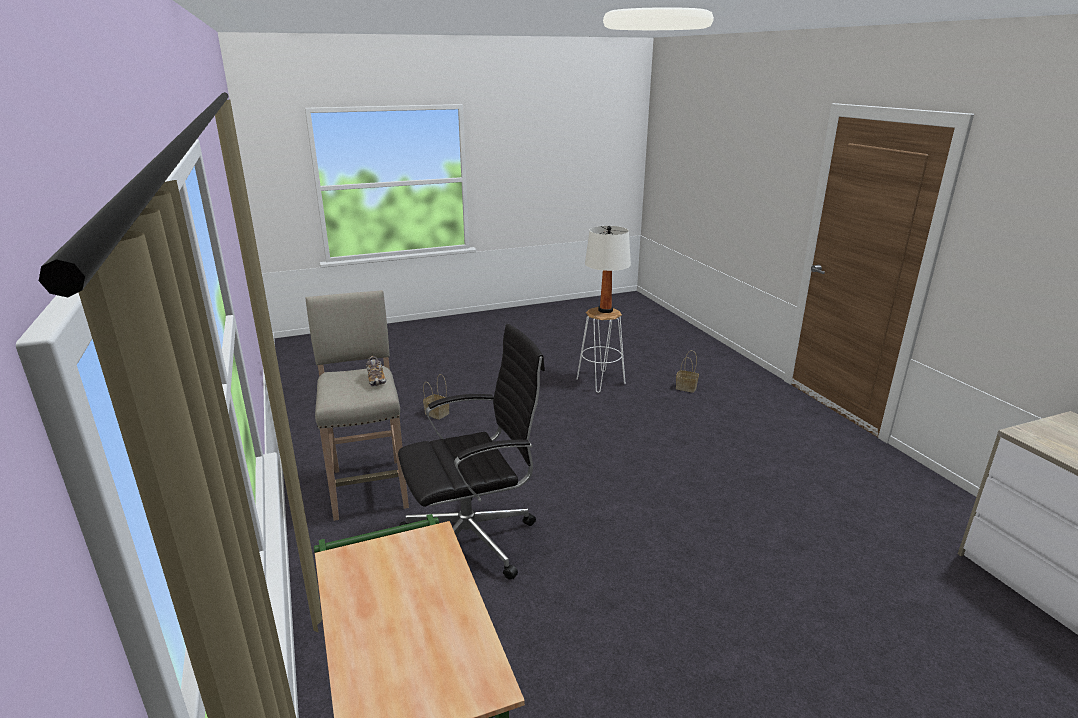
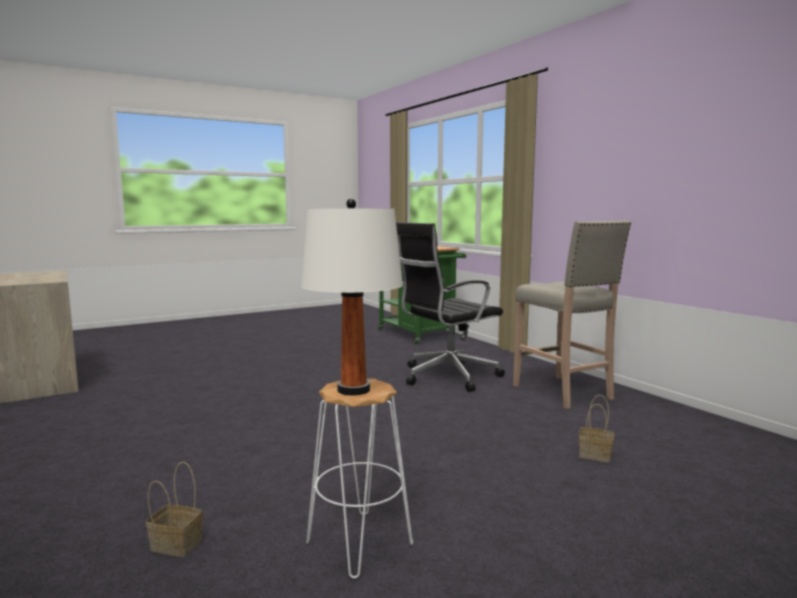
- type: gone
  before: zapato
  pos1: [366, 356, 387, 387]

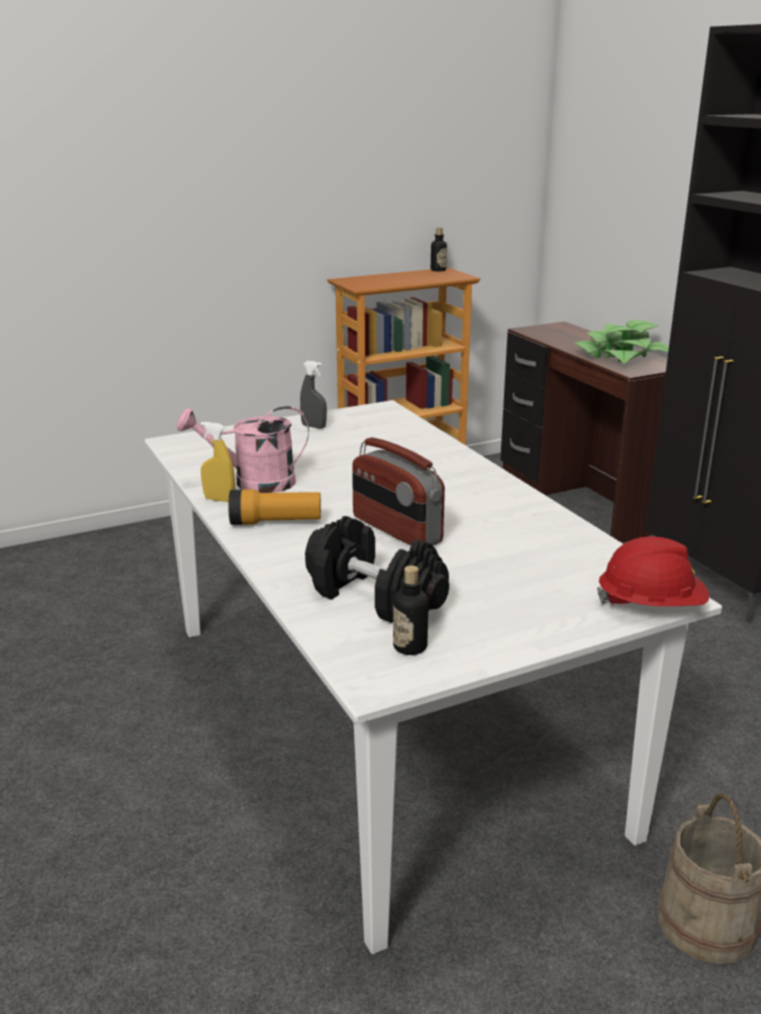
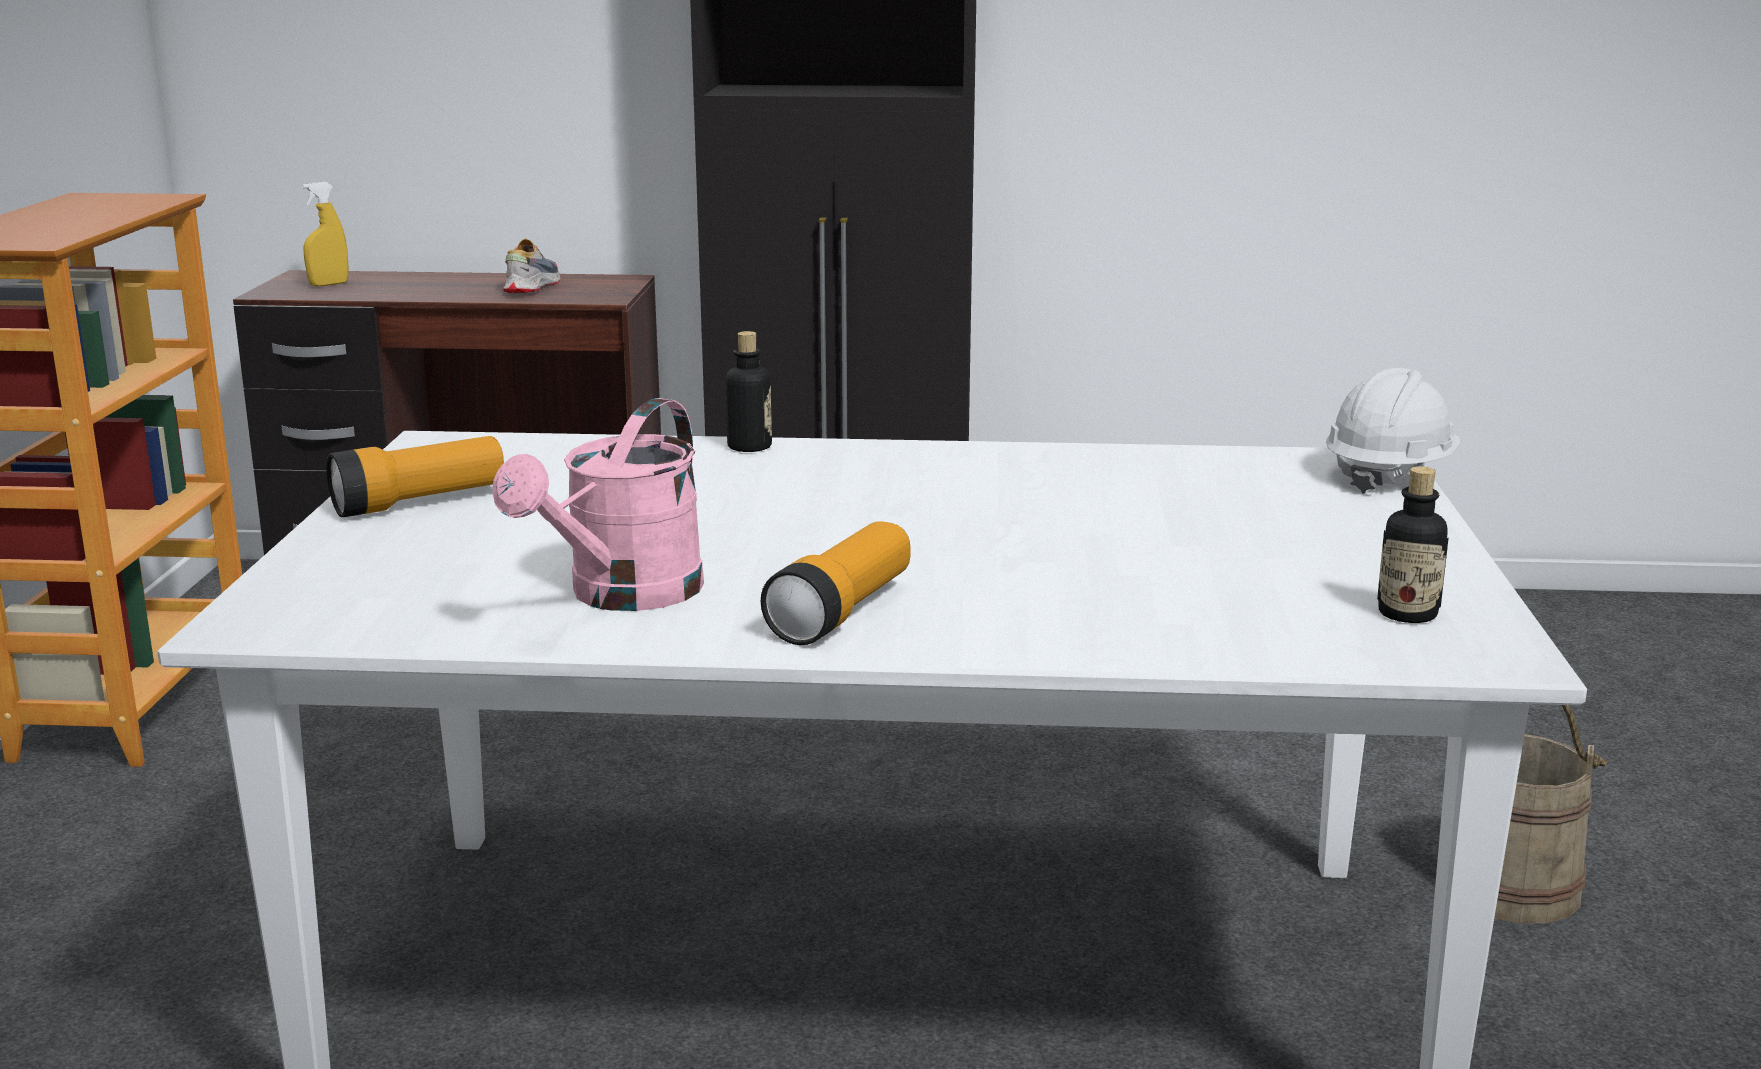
- type: shifted
  before: botella
  pos1: [431, 228, 447, 271]
  pos2: [725, 331, 772, 452]
- type: swapped
  before: planta en maceta
  after: zapato
  pos1: [575, 320, 669, 364]
  pos2: [503, 239, 560, 293]
- type: swapped
  before: pulverizador (gris)
  after: linterna
  pos1: [300, 361, 327, 429]
  pos2: [326, 436, 504, 517]
- type: shifted
  before: pulverizador (amarillo)
  pos1: [201, 422, 235, 502]
  pos2: [302, 182, 349, 286]
- type: gone
  before: radio
  pos1: [352, 437, 445, 546]
- type: gone
  before: mancuerna (negro)
  pos1: [305, 516, 449, 623]
- type: repainted
  before: casco (rojo)
  after: casco (blanco)
  pos1: [597, 537, 709, 606]
  pos2: [1326, 368, 1460, 494]

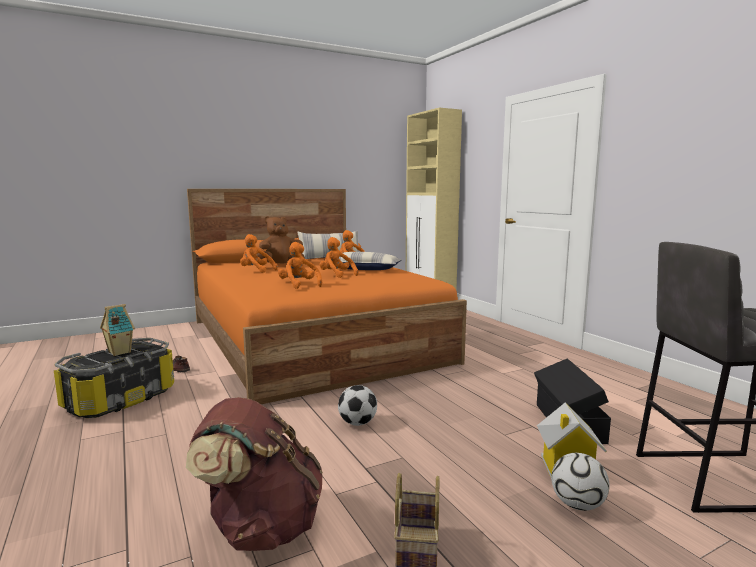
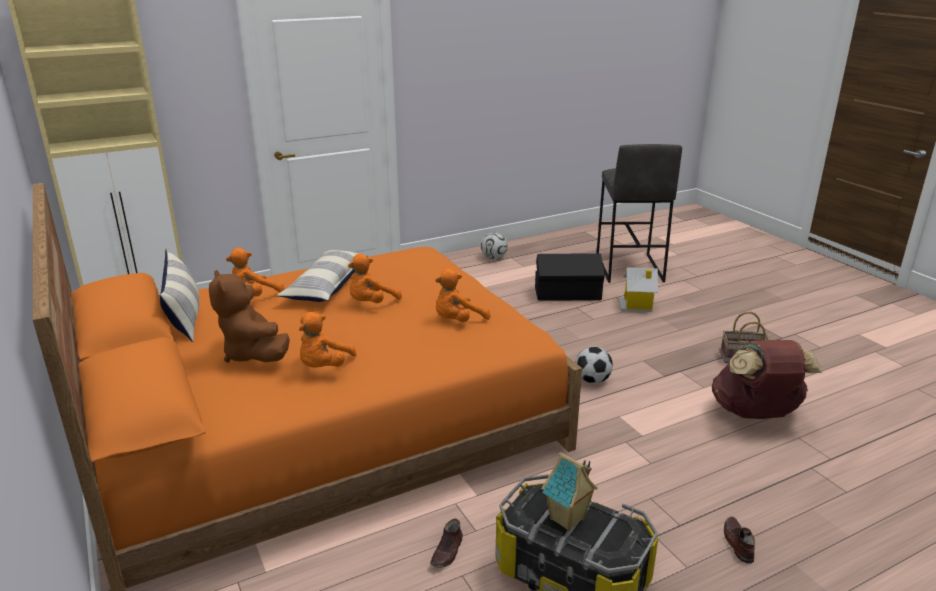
- type: shifted
  before: balón de fútbol
  pos1: [551, 453, 609, 511]
  pos2: [481, 232, 508, 259]
- type: new
  after: zapato (marrón)
  pos2: [724, 517, 755, 564]

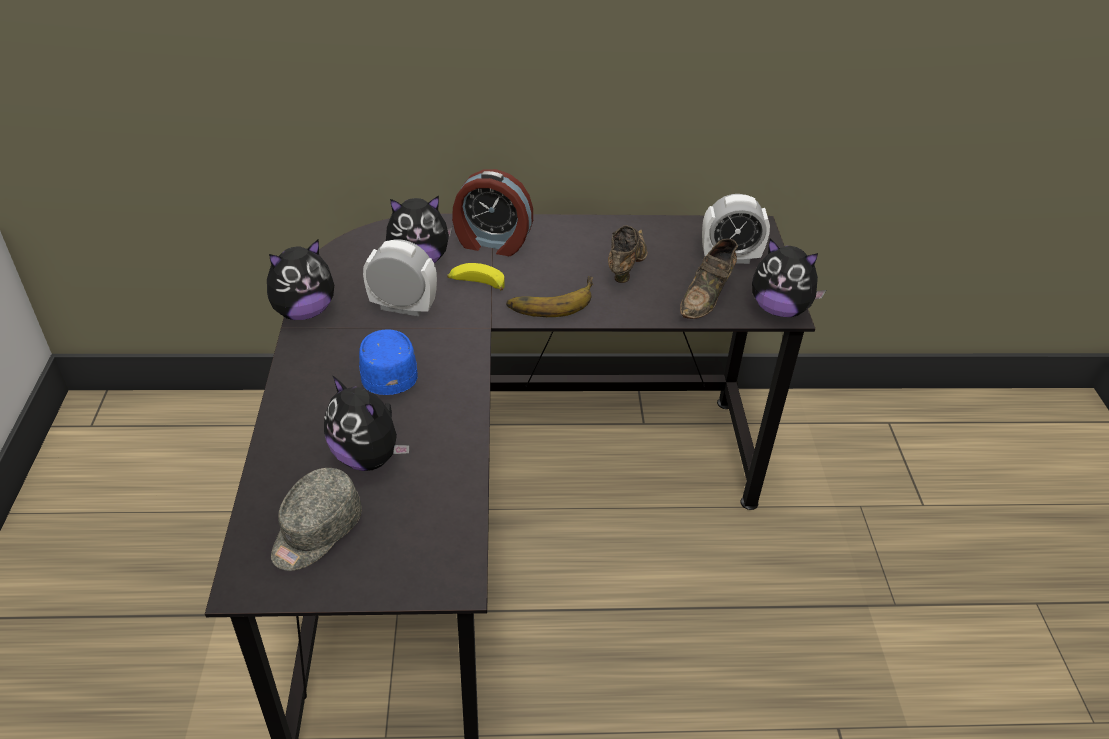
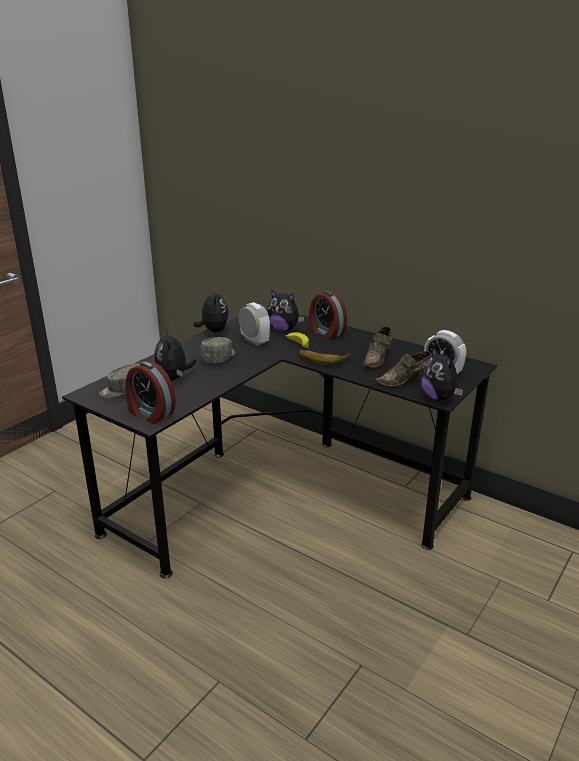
- type: rotated
  before: zapato (marrón)
  pos1: [608, 225, 648, 283]
  pos2: [364, 326, 392, 368]
  turn: 150
- type: rotated
  before: peluche
  pos1: [267, 239, 334, 320]
  pos2: [194, 289, 229, 332]
  turn: -105
- type: repainted
  before: gorra (azul)
  after: gorra (gris)
  pos1: [359, 329, 418, 395]
  pos2: [200, 337, 235, 363]
- type: new
  after: despertador
  pos2: [125, 361, 176, 424]

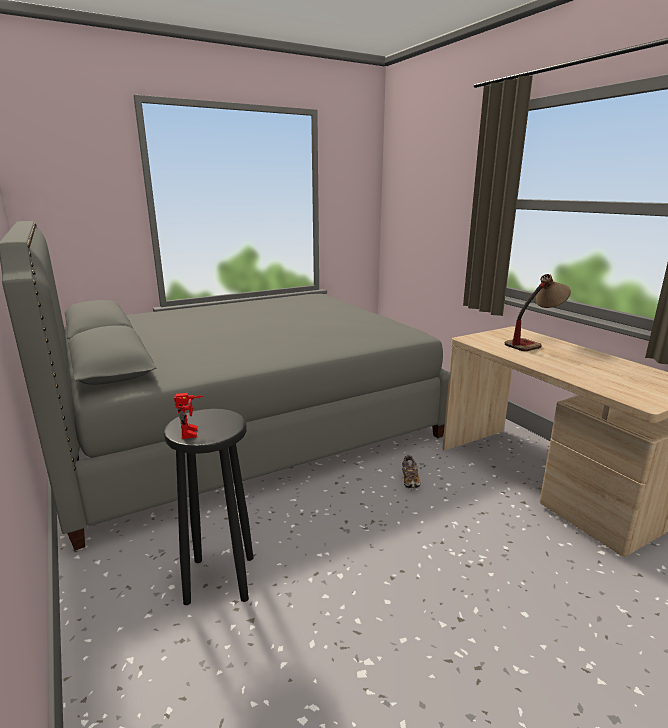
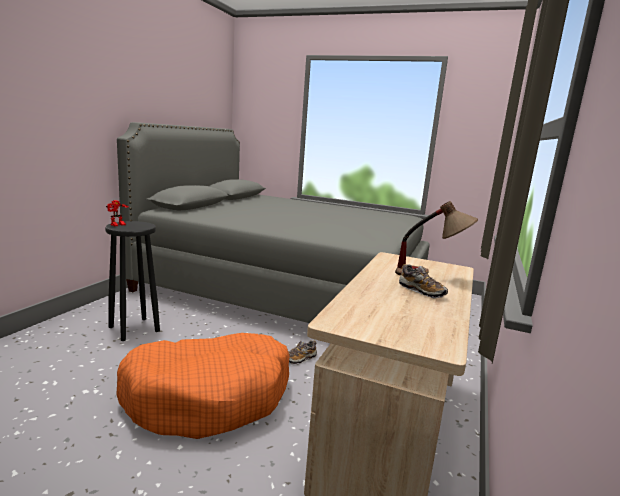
- type: new
  after: zapato
  pos2: [399, 264, 448, 299]
- type: new
  after: cama para perro (naranja)
  pos2: [116, 333, 290, 439]

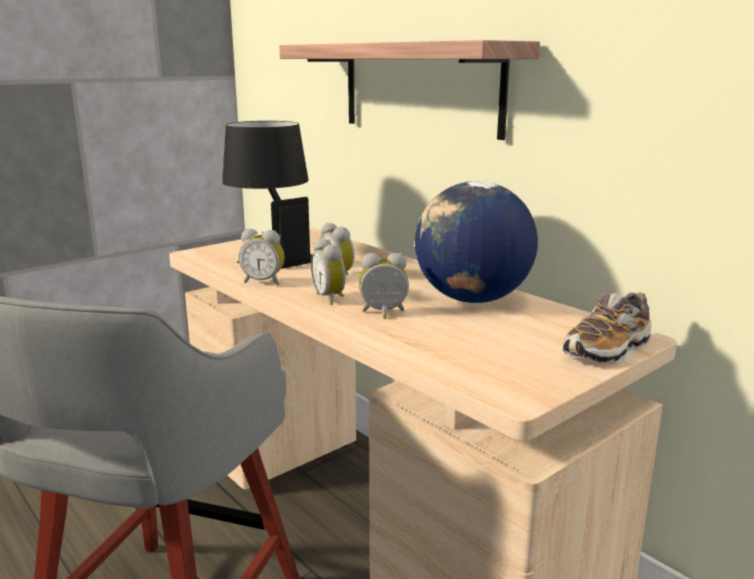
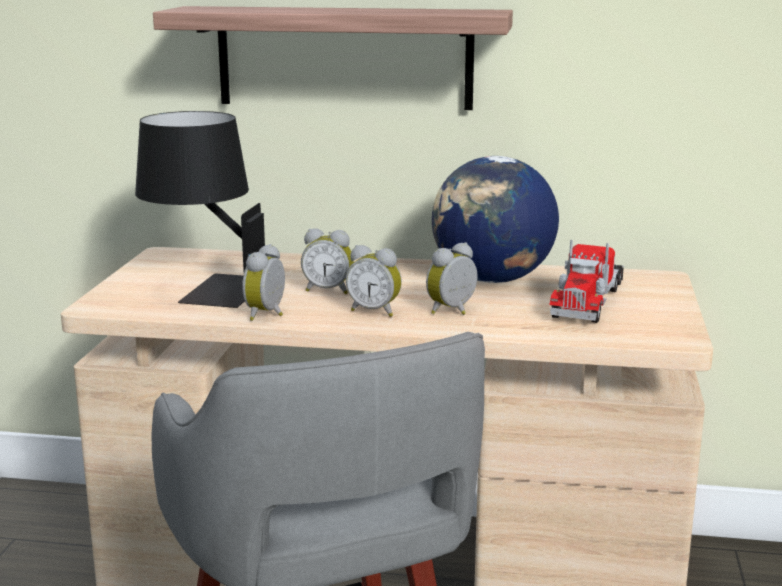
- type: rotated
  before: despertador
  pos1: [238, 229, 284, 285]
  pos2: [242, 244, 285, 321]
  turn: 135
- type: gone
  before: zapato
  pos1: [563, 292, 651, 363]
- type: new
  after: camión de juguete
  pos2: [549, 240, 624, 323]

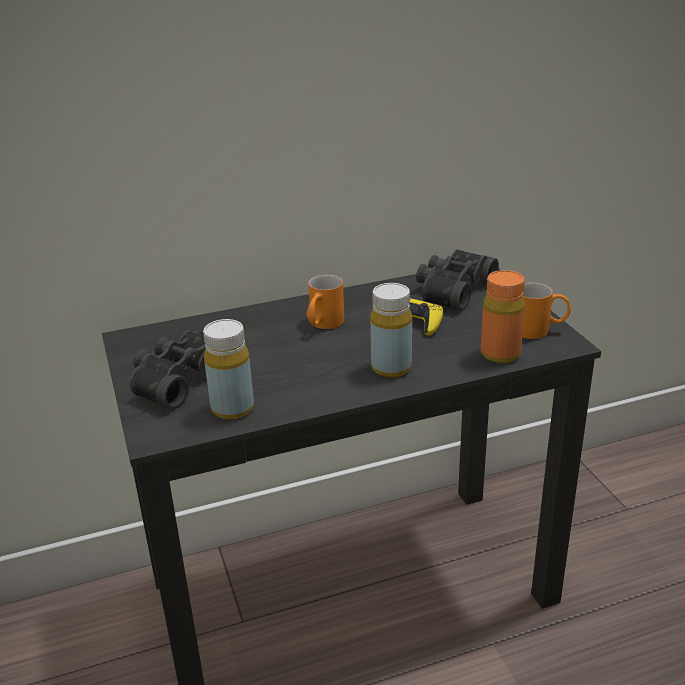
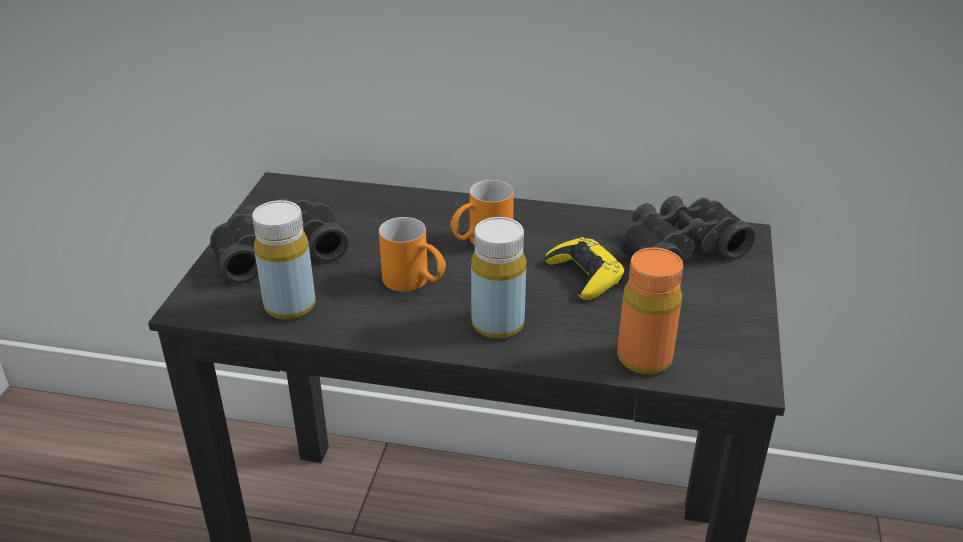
- type: shifted
  before: taza grande (naranja)
  pos1: [522, 283, 571, 339]
  pos2: [379, 217, 446, 292]

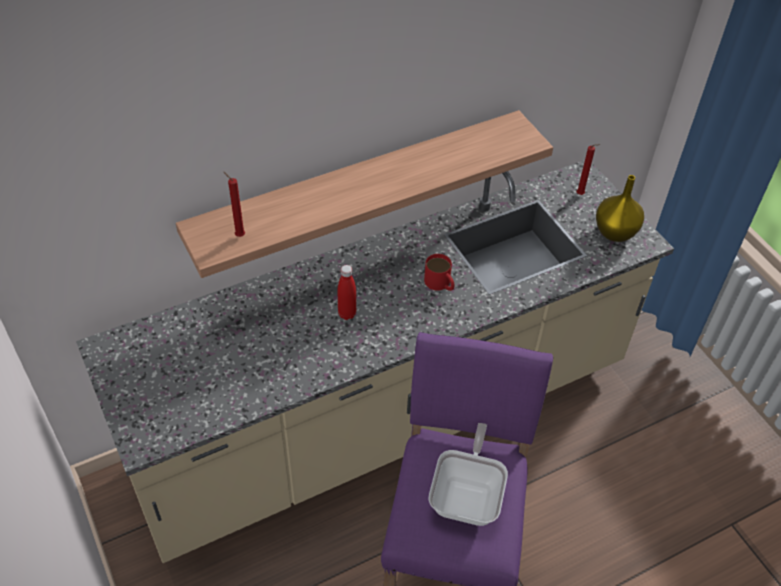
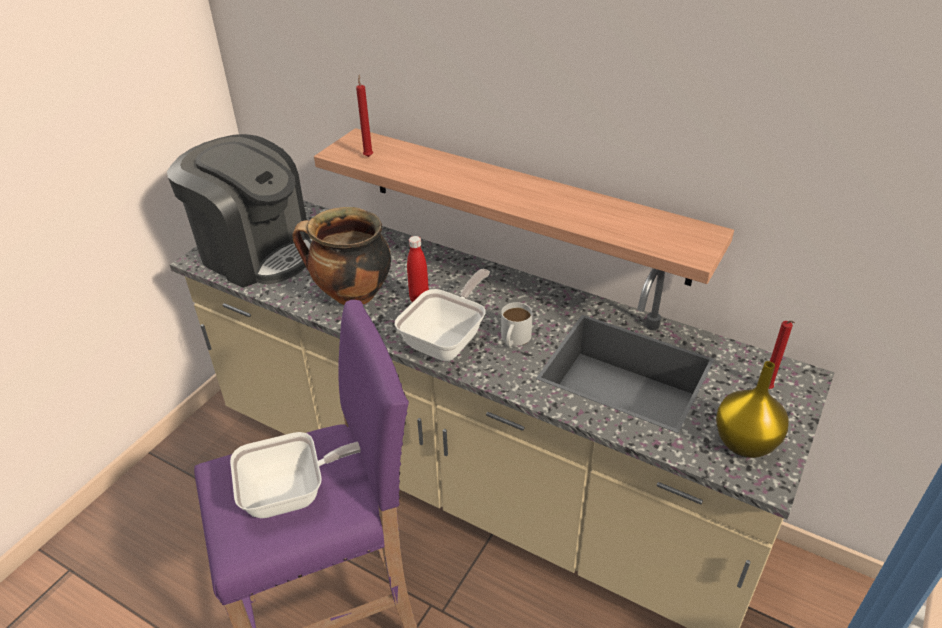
- type: repainted
  before: taza grande (rojo)
  after: taza grande (blanco)
  pos1: [424, 254, 455, 291]
  pos2: [501, 302, 532, 347]
- type: new
  after: cafetera
  pos2: [167, 134, 312, 288]
- type: new
  after: olla
  pos2: [292, 207, 391, 305]
- type: new
  after: sartén
  pos2: [395, 269, 490, 361]

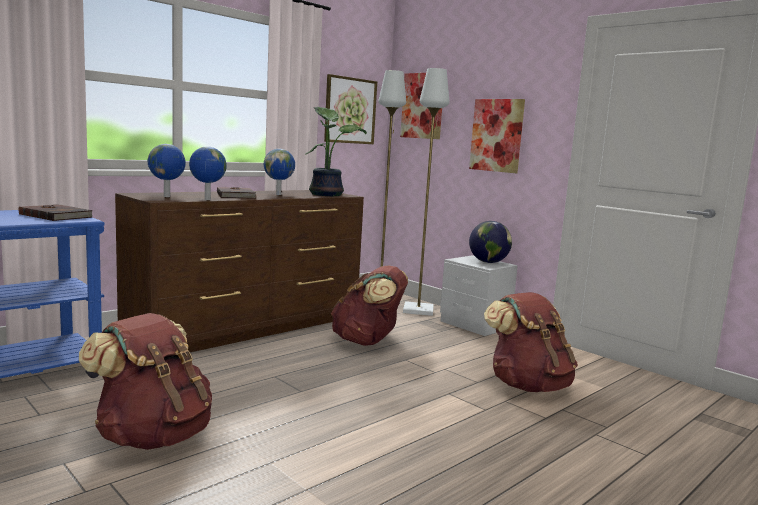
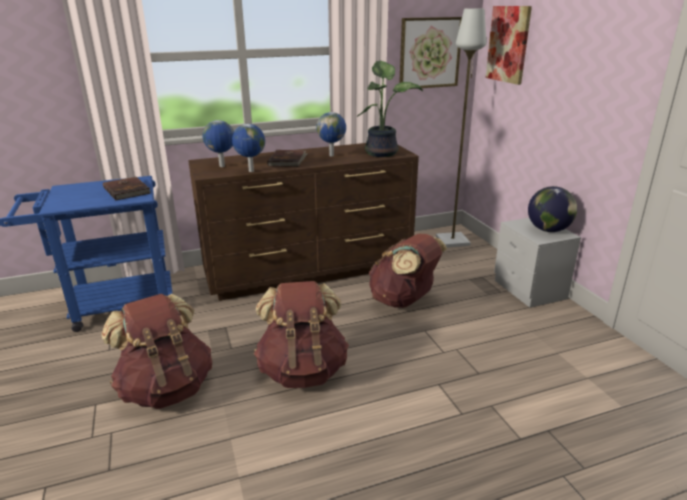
- type: gone
  before: lámpara de pie (gris)
  pos1: [403, 68, 449, 316]
- type: gone
  before: cuadro
  pos1: [469, 99, 525, 173]
- type: shifted
  before: mochila (marrón)
  pos1: [484, 292, 578, 392]
  pos2: [254, 281, 349, 388]

